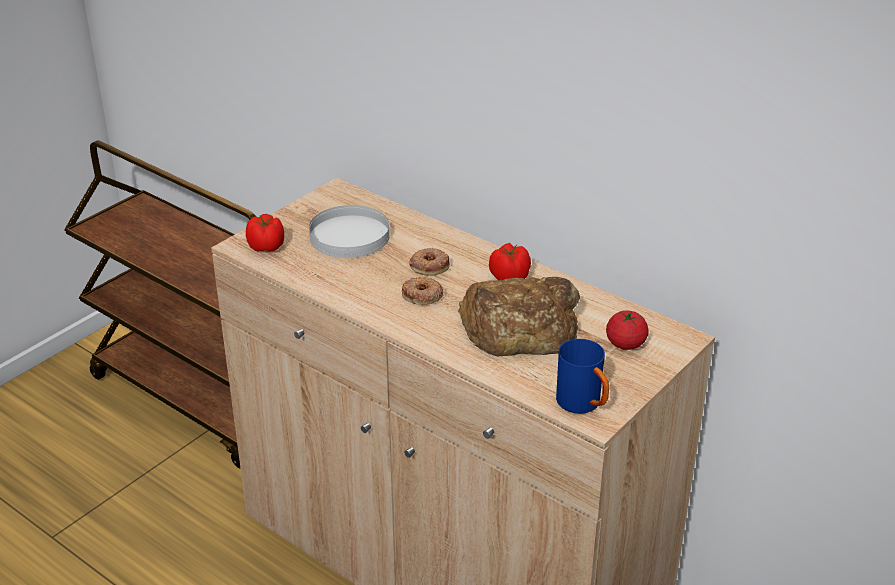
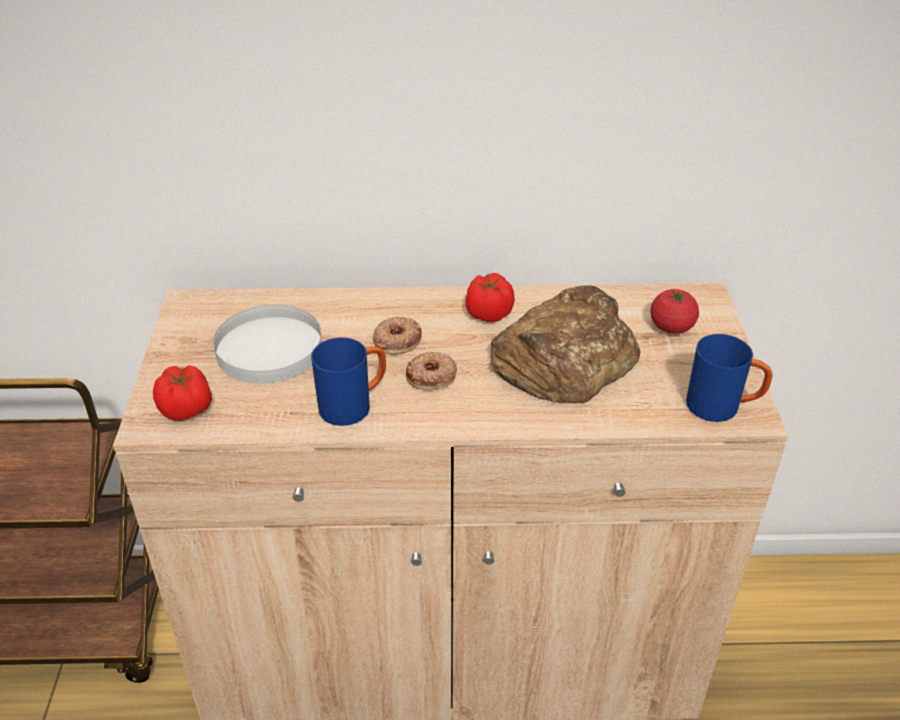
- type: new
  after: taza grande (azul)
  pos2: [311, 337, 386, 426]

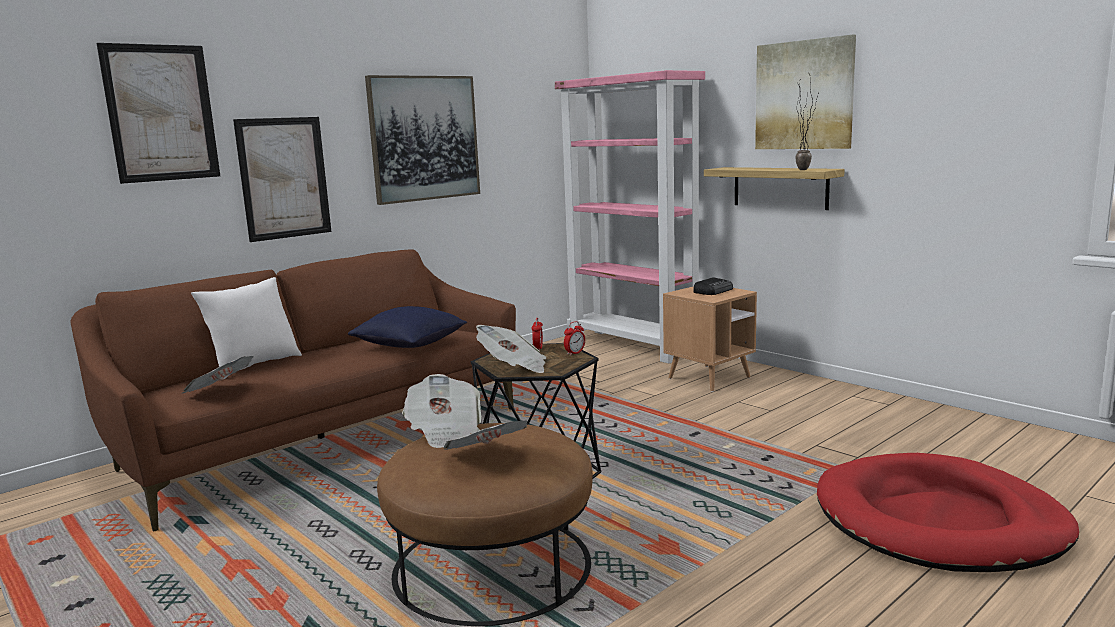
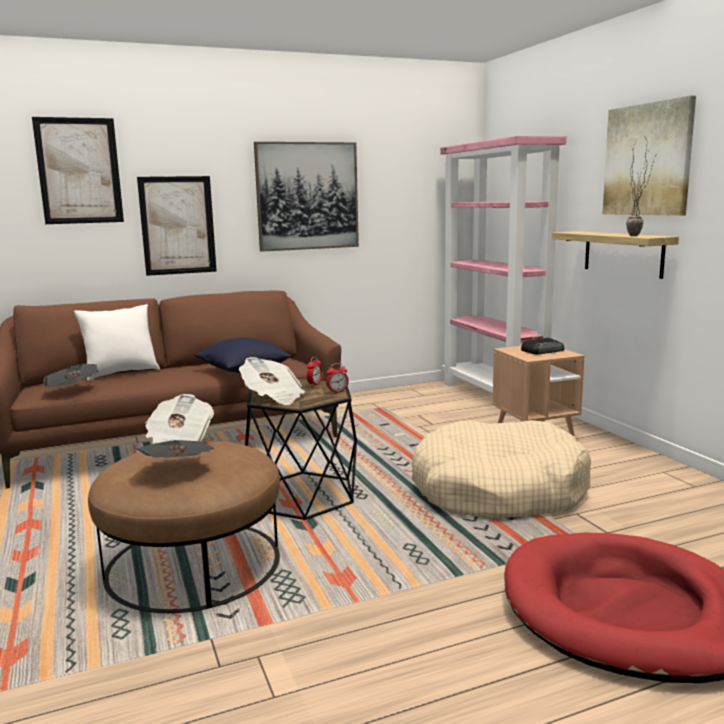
- type: new
  after: cama para perro (beis)
  pos2: [412, 420, 591, 520]

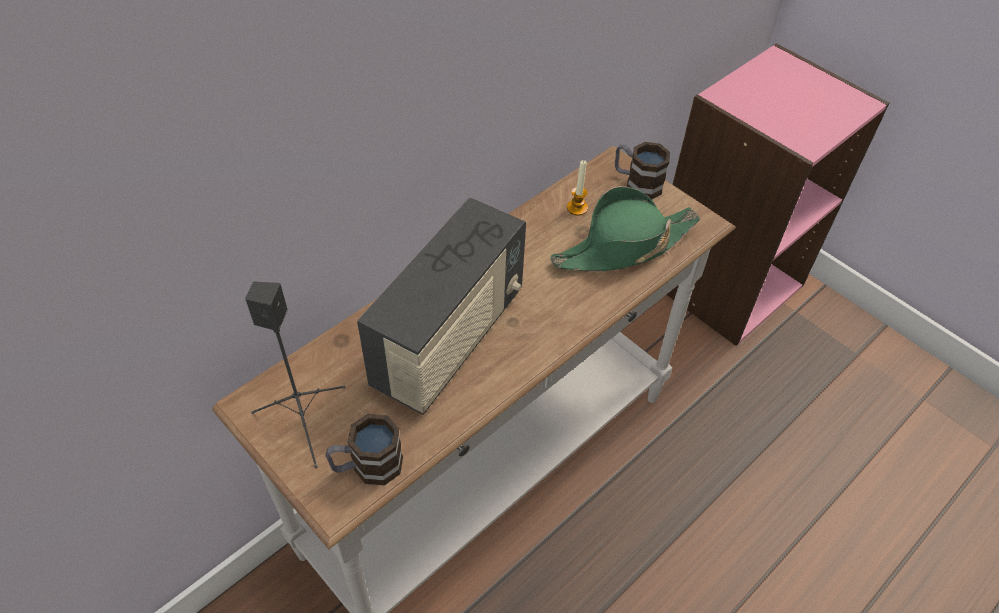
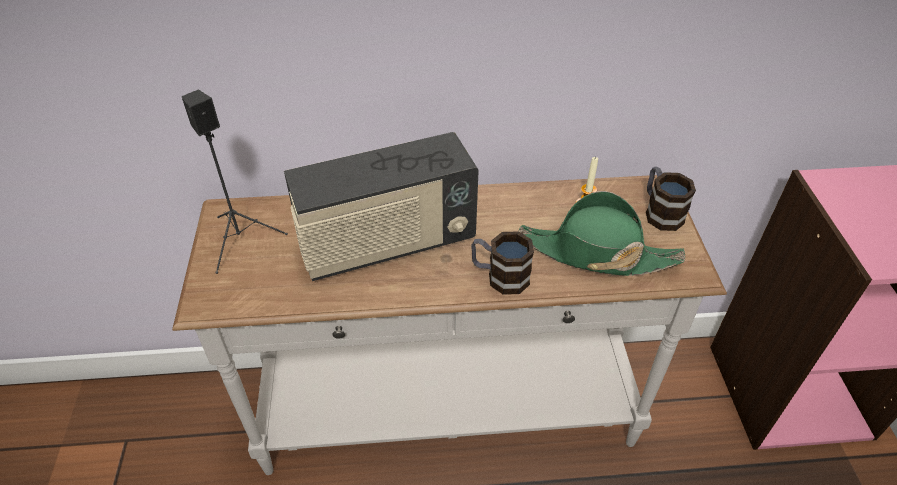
- type: shifted
  before: taza grande
  pos1: [326, 414, 403, 485]
  pos2: [471, 231, 534, 295]

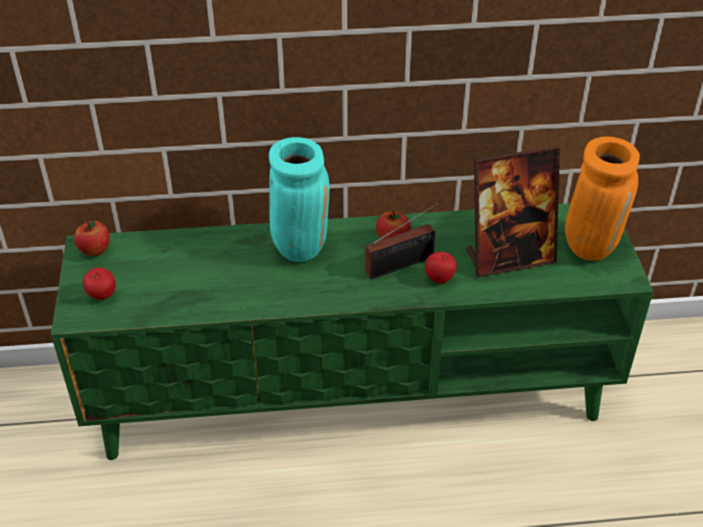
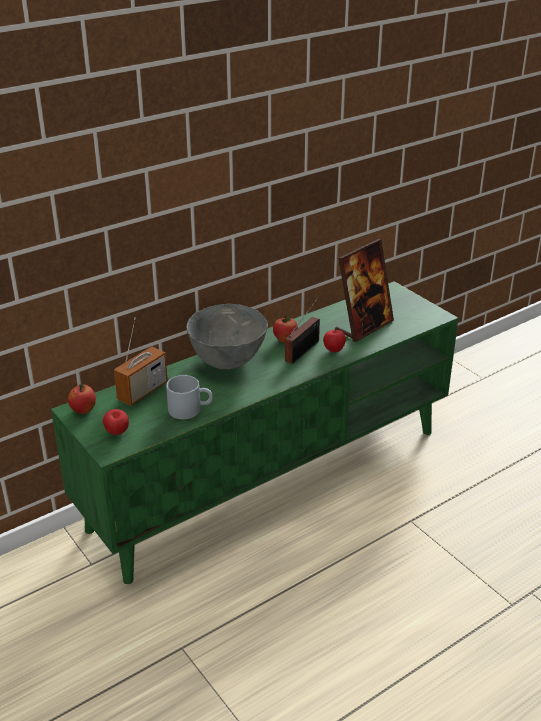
- type: swapped
  before: florero (turquesa)
  after: cuenco (gris)
  pos1: [269, 137, 329, 262]
  pos2: [187, 304, 268, 369]
- type: gone
  before: florero (naranja)
  pos1: [565, 137, 640, 261]
- type: new
  after: radio
  pos2: [114, 317, 168, 406]
- type: new
  after: taza grande (gris)
  pos2: [166, 375, 213, 419]

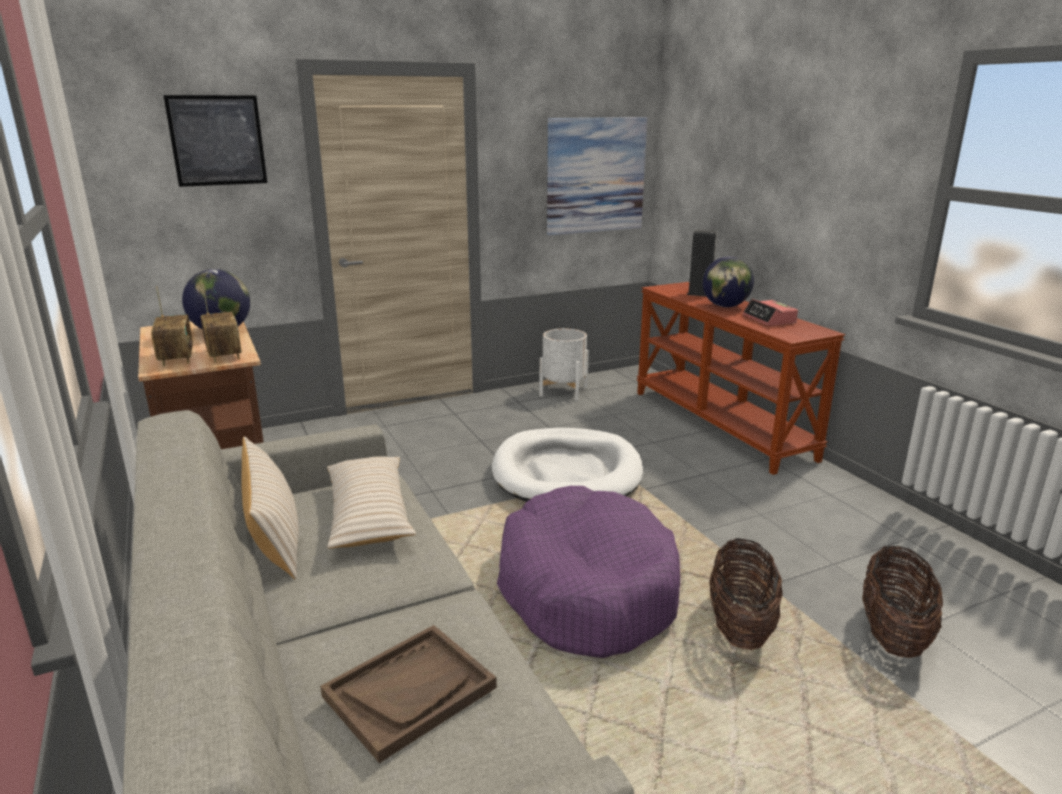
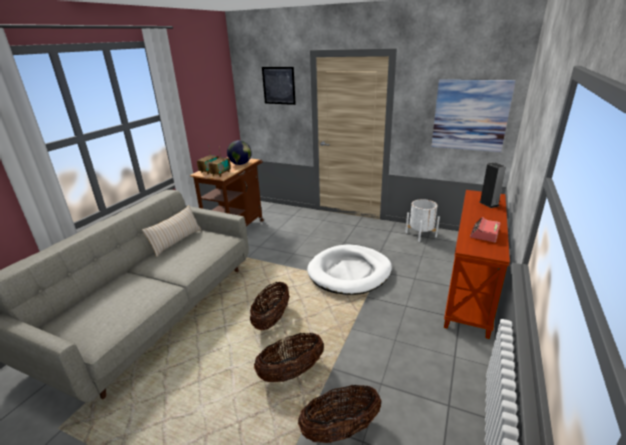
- type: gone
  before: globo terráqueo
  pos1: [702, 256, 754, 307]
- type: gone
  before: cojín (beis)
  pos1: [327, 456, 416, 549]
- type: swapped
  before: cama para perro (morado)
  after: cesta
  pos1: [497, 486, 680, 658]
  pos2: [250, 282, 289, 330]
- type: gone
  before: bandeja (marrón)
  pos1: [320, 625, 497, 763]

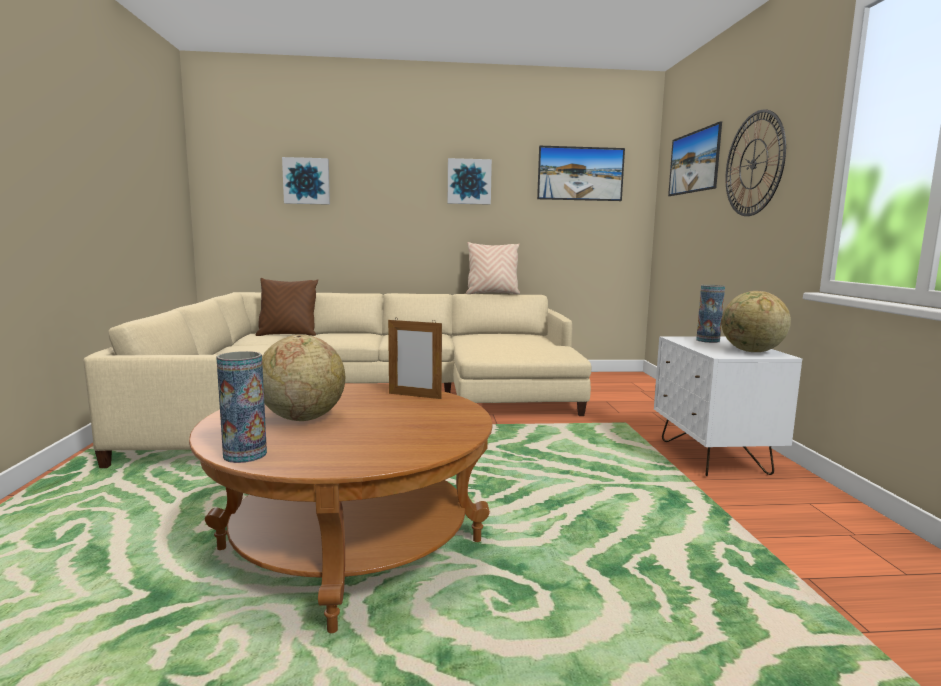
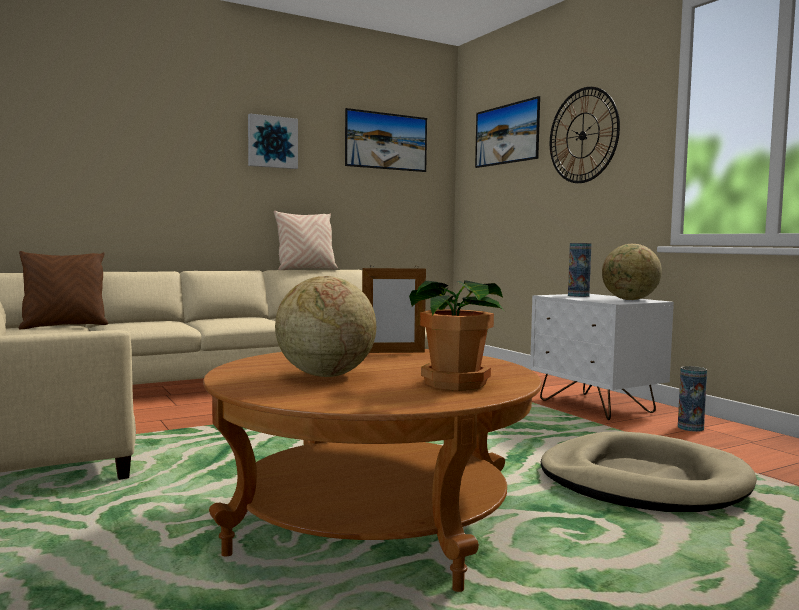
- type: gone
  before: cuadro
  pos1: [282, 157, 330, 205]
- type: shifted
  before: florero
  pos1: [216, 351, 267, 463]
  pos2: [678, 366, 707, 432]
- type: new
  after: planta en maceta
  pos2: [409, 280, 505, 391]
- type: new
  after: cama para perro (beis)
  pos2: [541, 431, 757, 512]

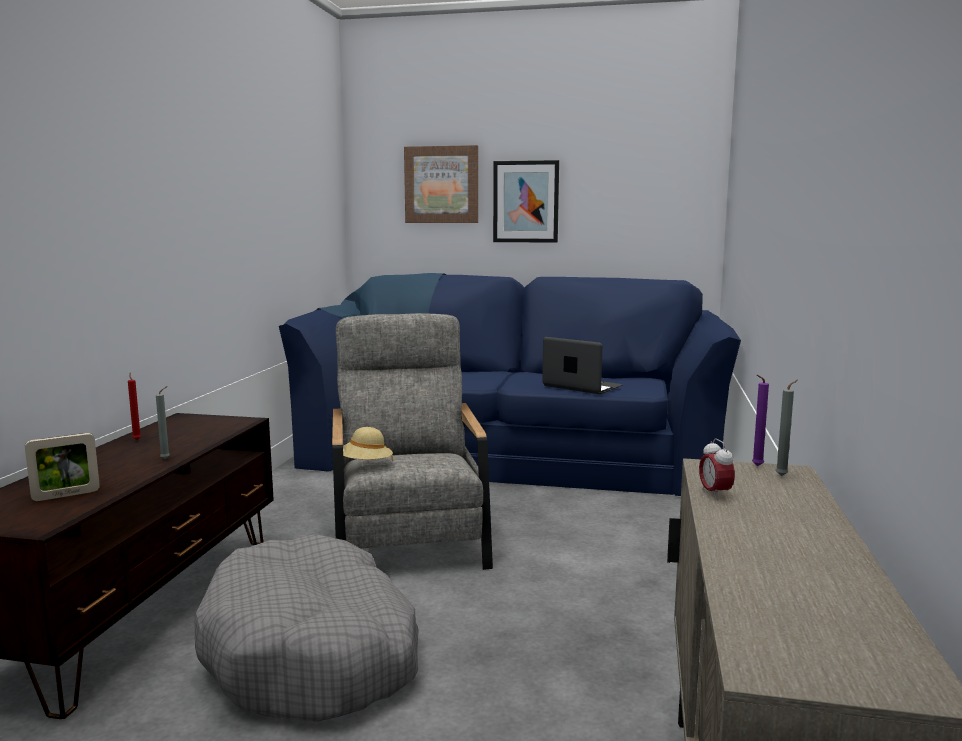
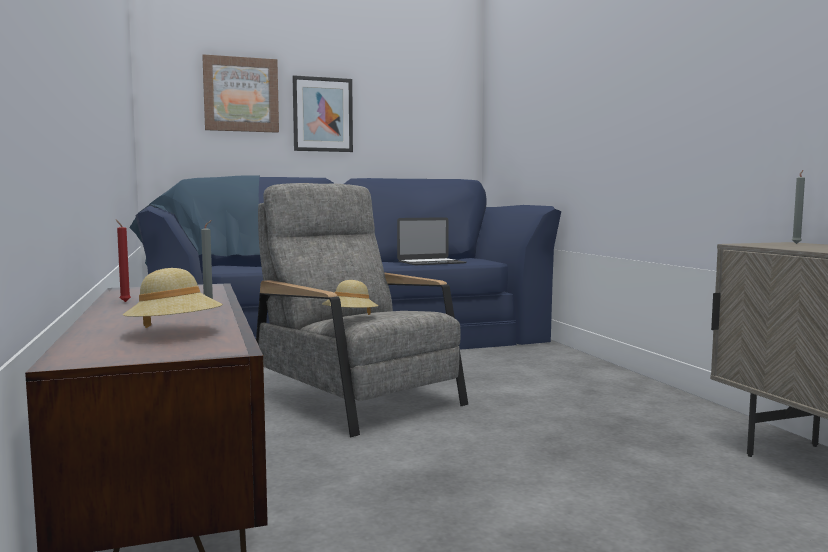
- type: rotated
  before: portátil
  pos1: [542, 337, 622, 394]
  pos2: [397, 217, 466, 265]
  turn: 150
- type: gone
  before: vela (morado)
  pos1: [752, 375, 769, 466]
- type: swapped
  before: portarretratos
  after: sombrero (beis)
  pos1: [25, 433, 100, 501]
  pos2: [123, 268, 223, 328]
- type: gone
  before: despertador
  pos1: [699, 438, 735, 500]
- type: gone
  before: cama para perro (gris)
  pos1: [194, 535, 419, 722]

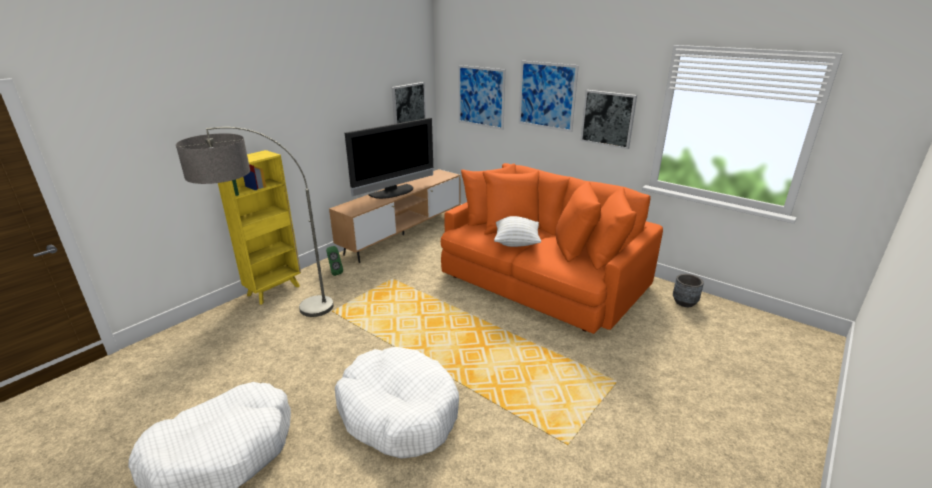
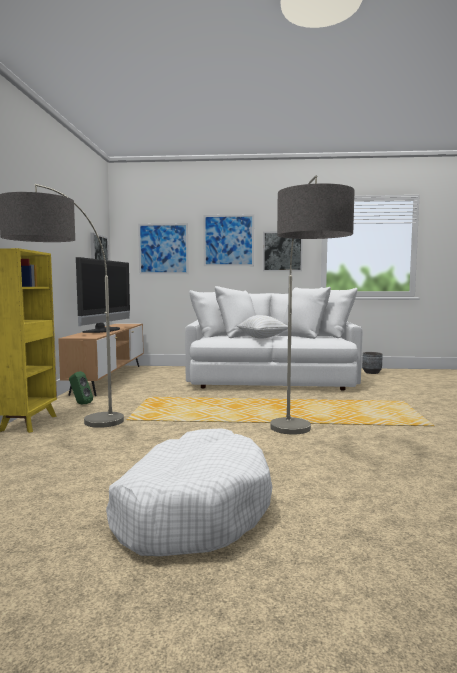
- type: repainted
  before: sofá (naranja)
  after: sofá (blanco)
  pos1: [441, 163, 663, 334]
  pos2: [185, 286, 362, 390]
- type: swapped
  before: cama para perro (blanco)
  after: lámpara de pie
  pos1: [335, 347, 459, 459]
  pos2: [270, 175, 355, 434]

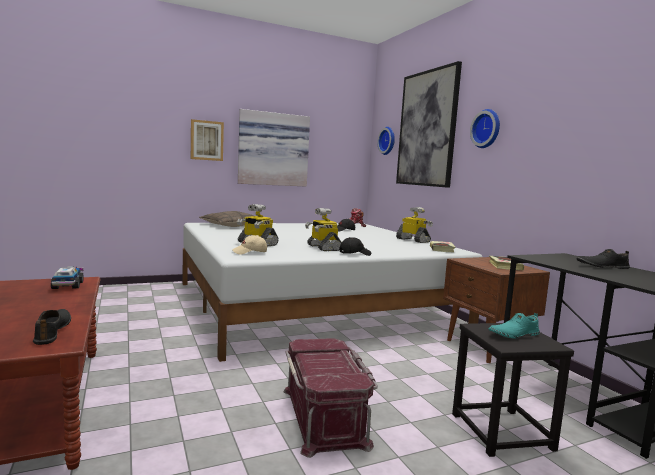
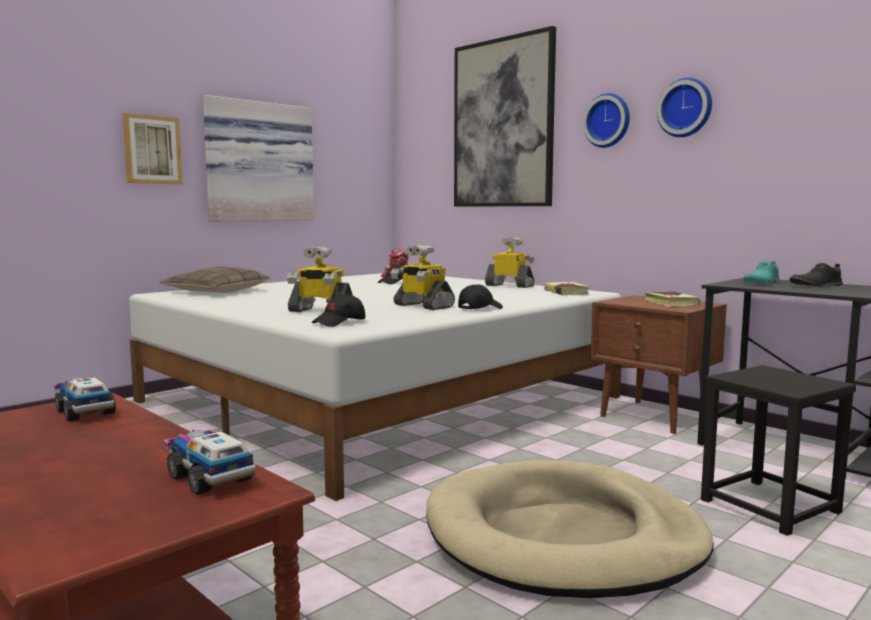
- type: shifted
  before: reloj de pared
  pos1: [377, 127, 395, 155]
  pos2: [657, 78, 712, 137]
- type: repainted
  before: gorra (beis)
  after: gorra (negro)
  pos1: [232, 235, 267, 255]
  pos2: [312, 293, 365, 327]
- type: swapped
  before: zapato (negro)
  after: camión de juguete
  pos1: [33, 309, 71, 345]
  pos2: [164, 429, 256, 495]
- type: shifted
  before: zapato (turquesa)
  pos1: [488, 313, 540, 339]
  pos2: [743, 261, 780, 284]
- type: swapped
  before: caja de almacenaje (rojo)
  after: cama para perro (beis)
  pos1: [284, 338, 378, 458]
  pos2: [426, 460, 714, 598]

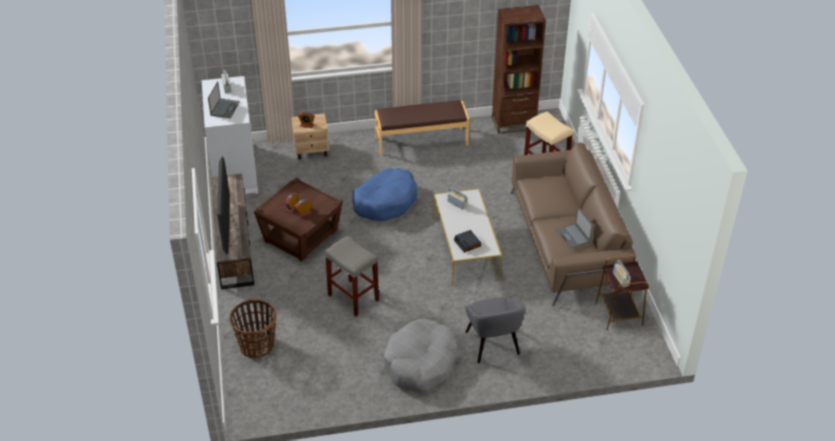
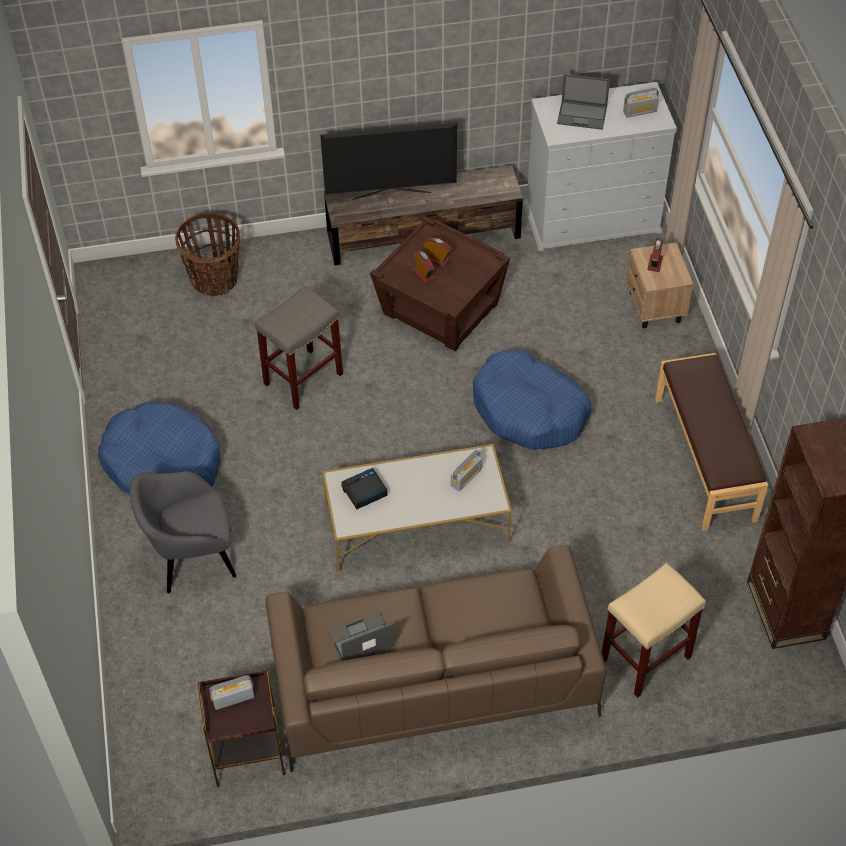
- type: repainted
  before: cama para perro (gris)
  after: cama para perro (azul)
  pos1: [384, 319, 458, 392]
  pos2: [98, 402, 220, 495]

